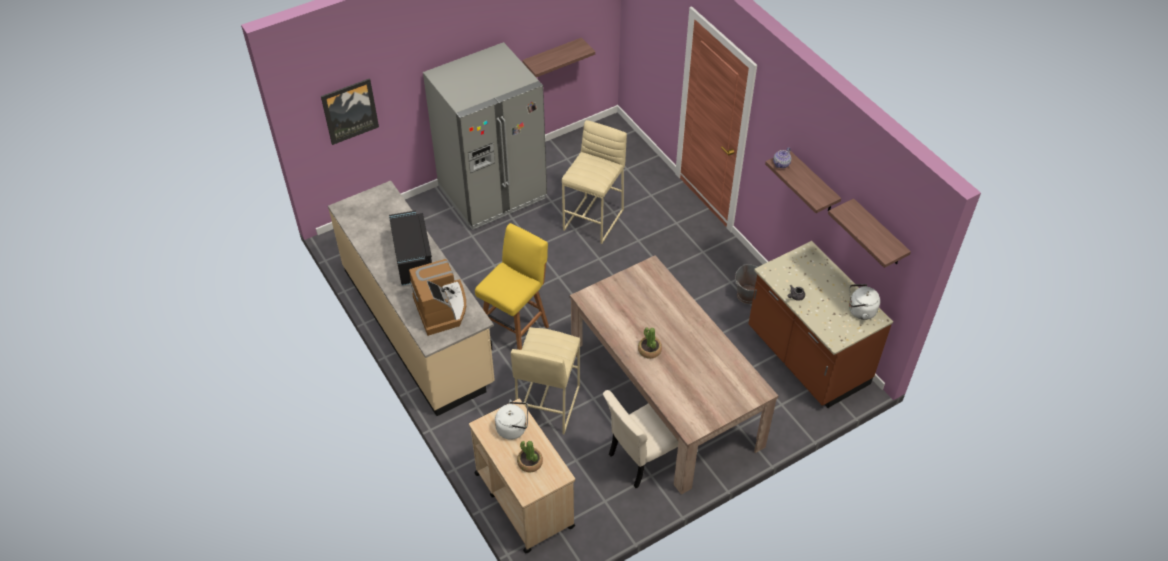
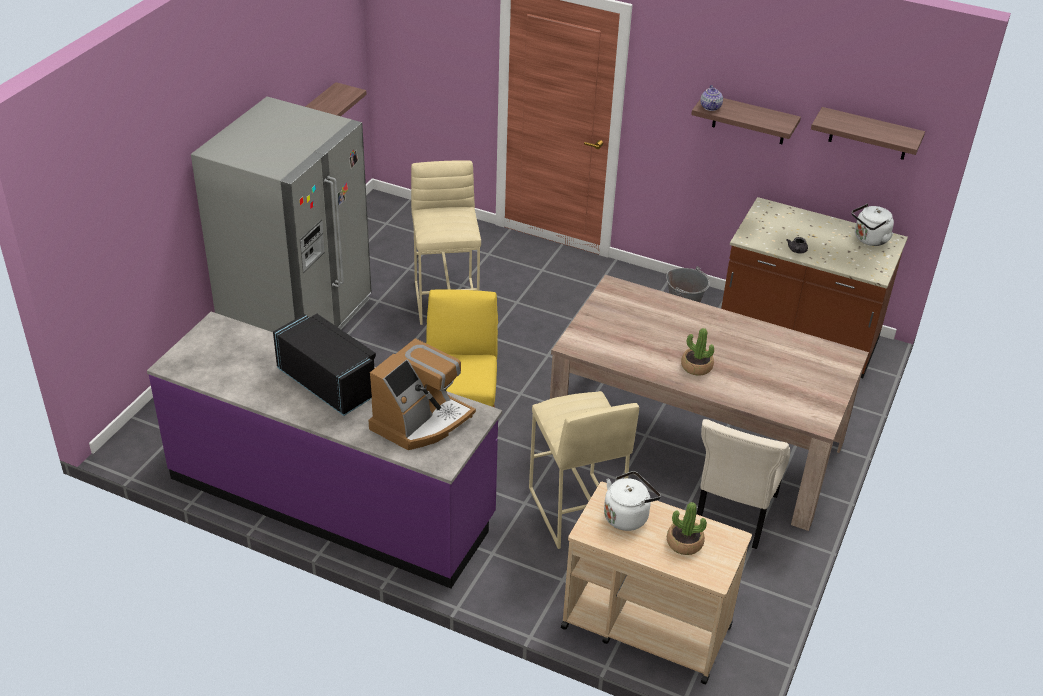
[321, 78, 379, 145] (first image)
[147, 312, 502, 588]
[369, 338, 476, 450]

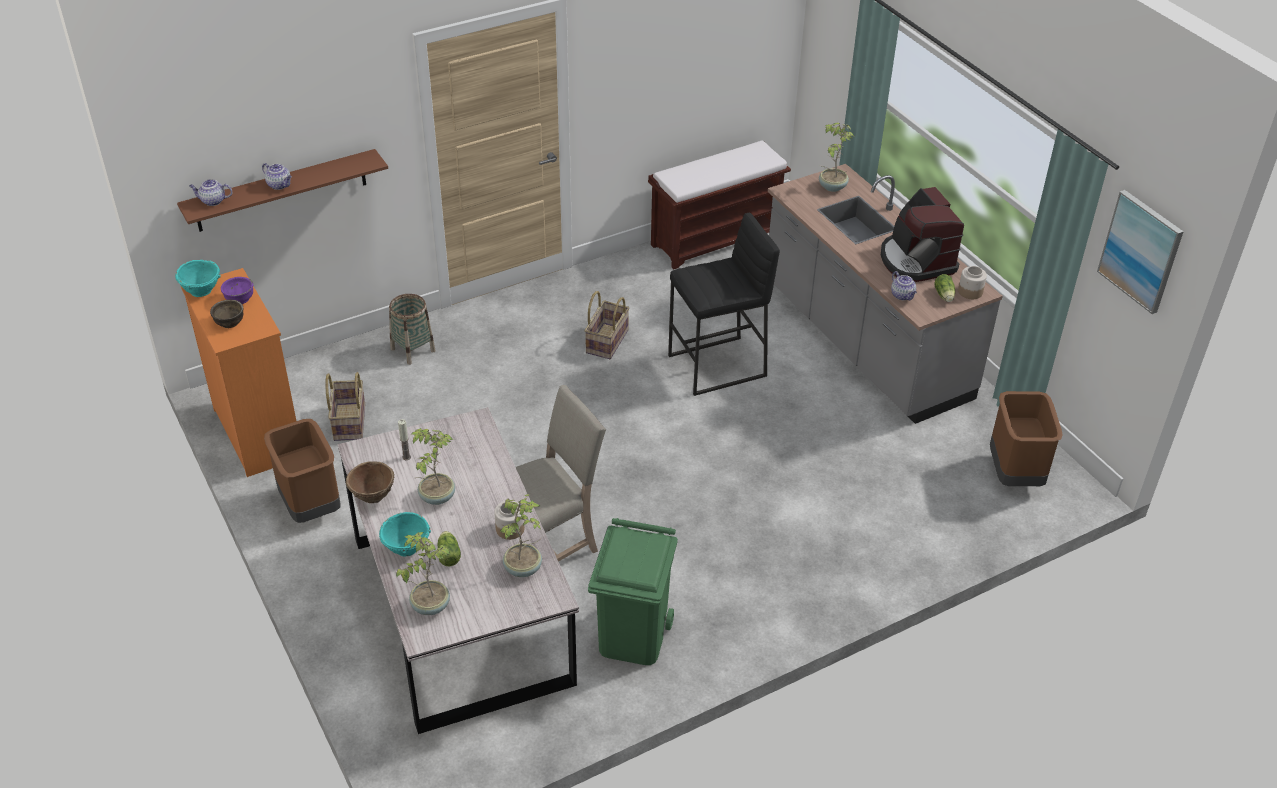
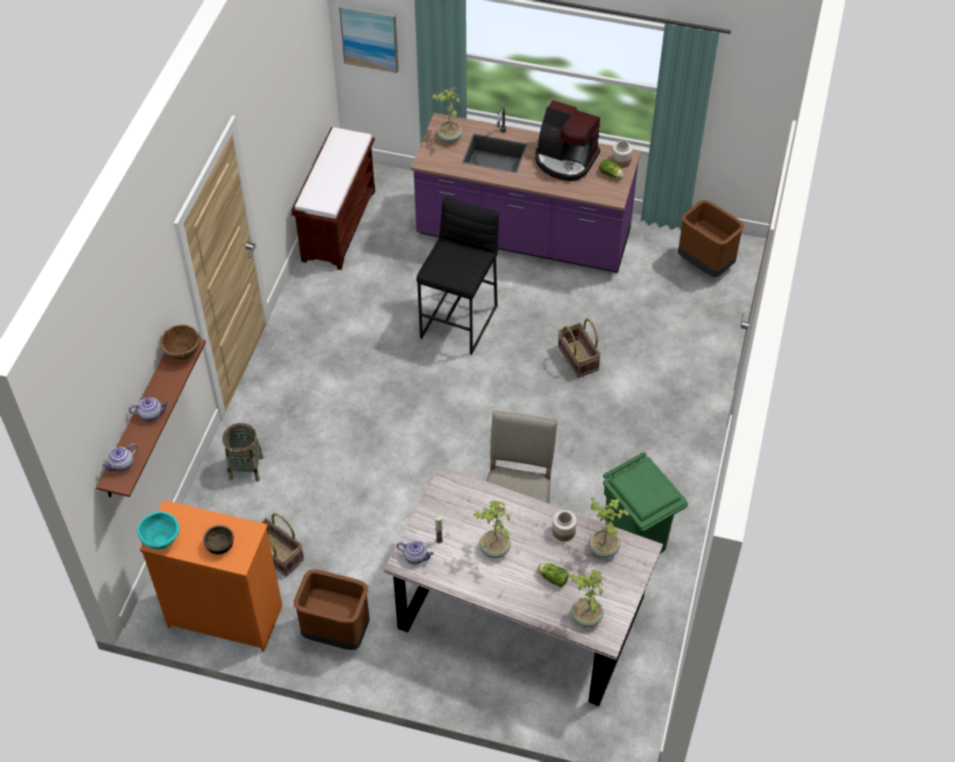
[221, 277, 253, 304] (first image)
[160, 324, 201, 360]
[379, 512, 431, 556] (first image)
[558, 318, 601, 378]
[411, 107, 641, 273]
[397, 540, 434, 564]
[339, 5, 399, 73]

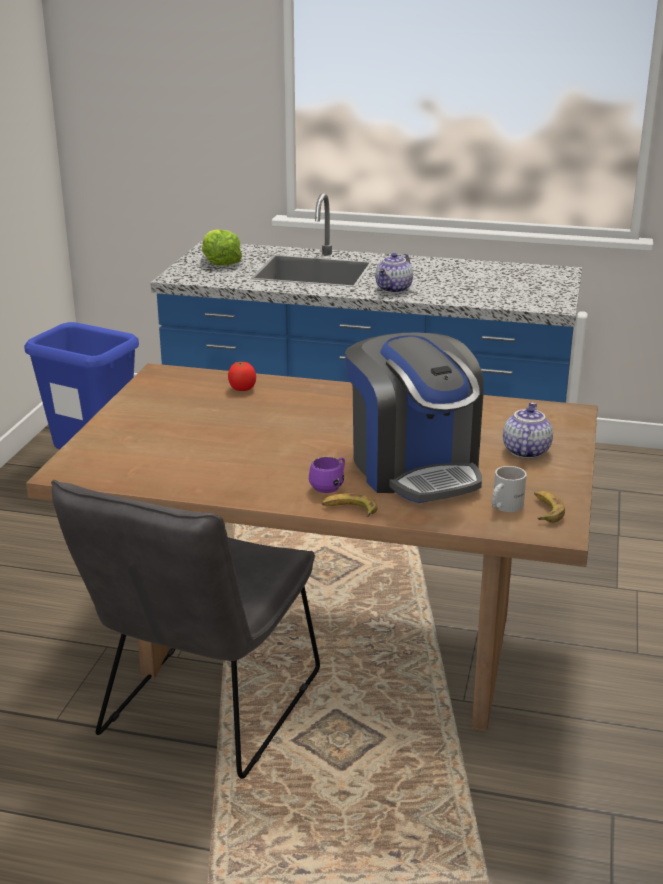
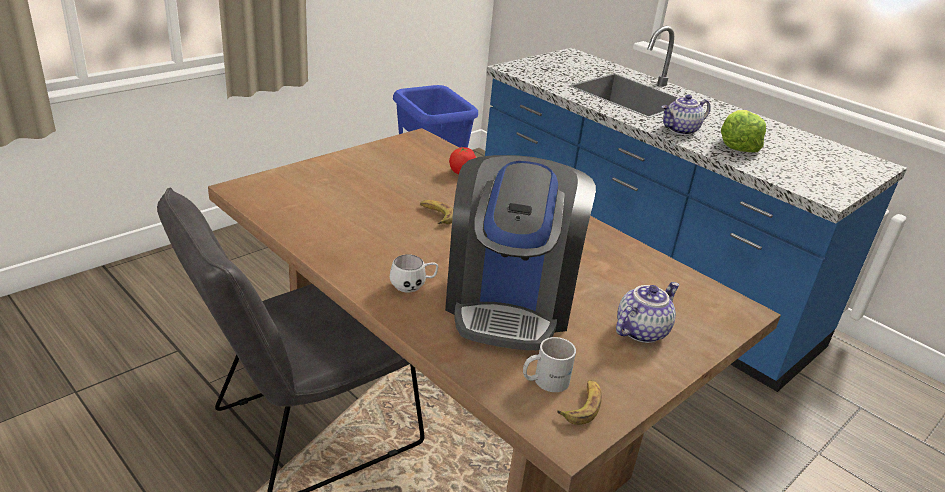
[721, 110, 766, 152]
[390, 254, 438, 293]
[420, 200, 453, 224]

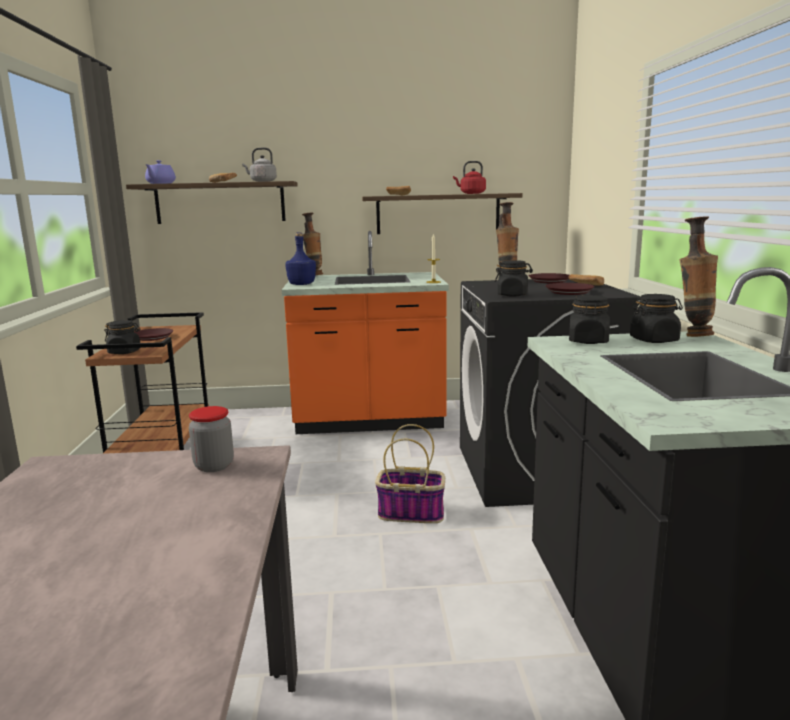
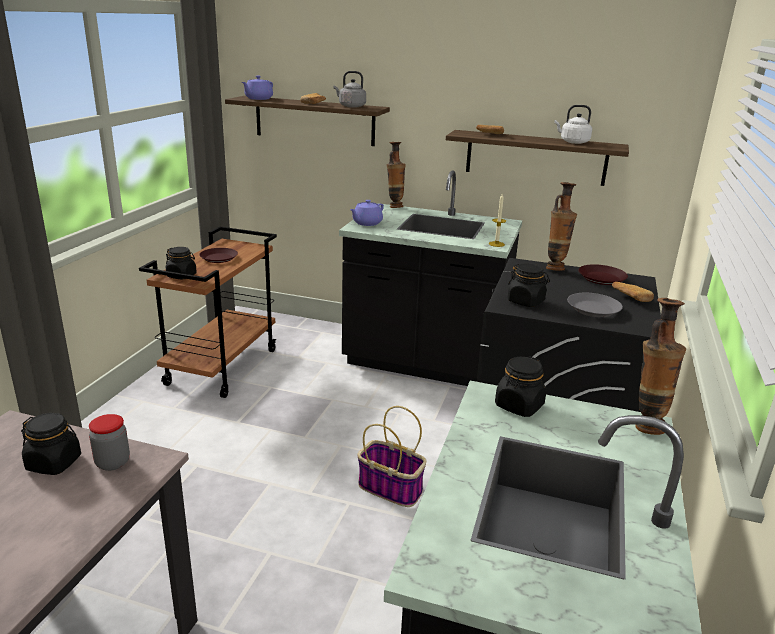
[339, 170, 522, 386]
[350, 200, 384, 226]
[554, 105, 592, 144]
[567, 293, 623, 317]
[21, 413, 81, 475]

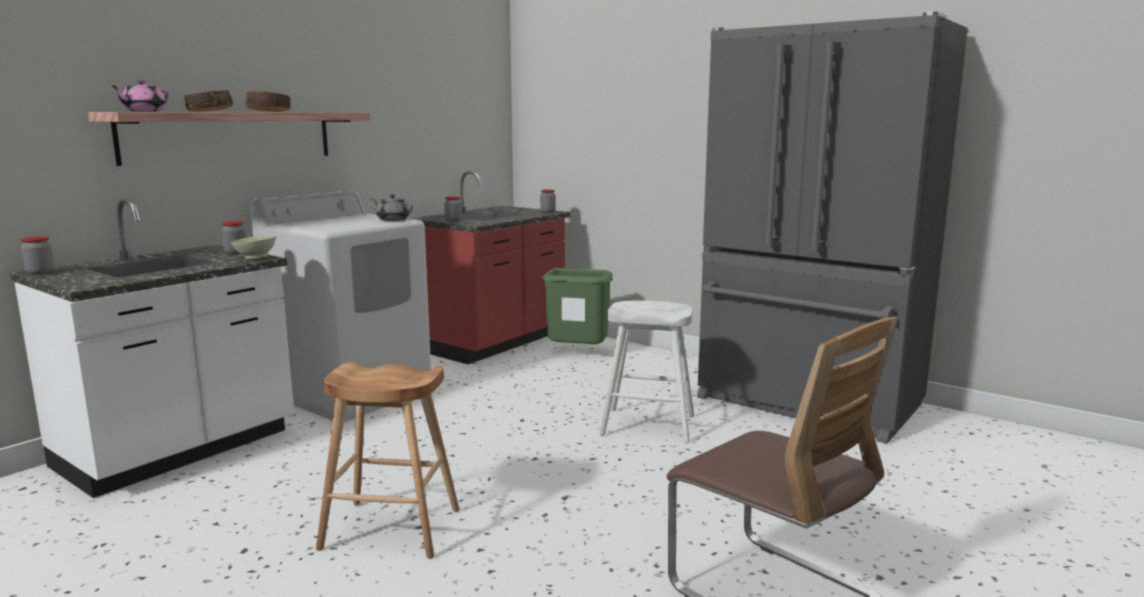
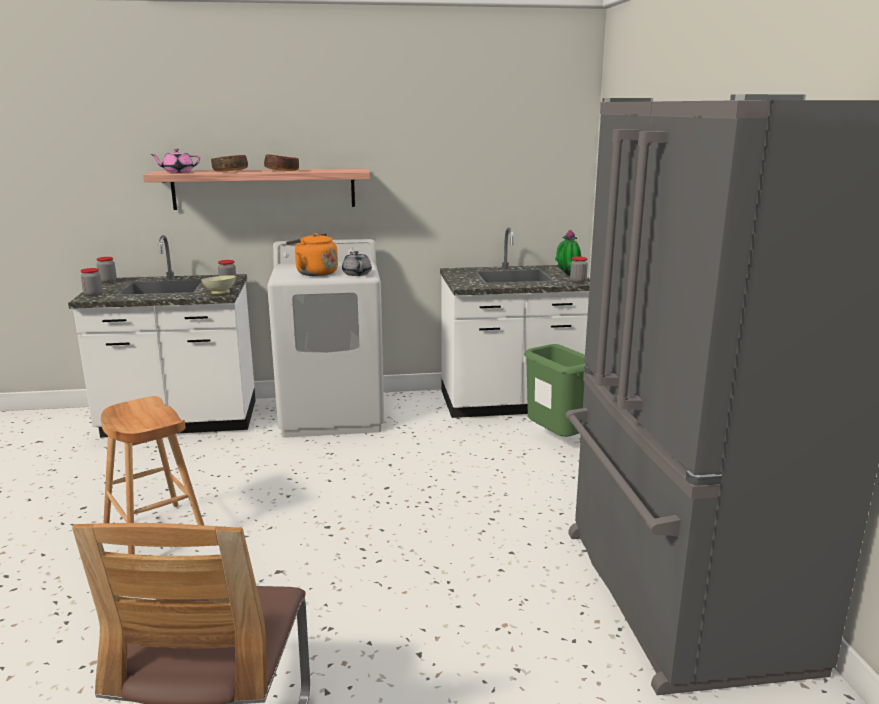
[440, 228, 590, 418]
[81, 268, 102, 296]
[599, 300, 694, 443] (first image)
[286, 233, 338, 276]
[555, 230, 581, 276]

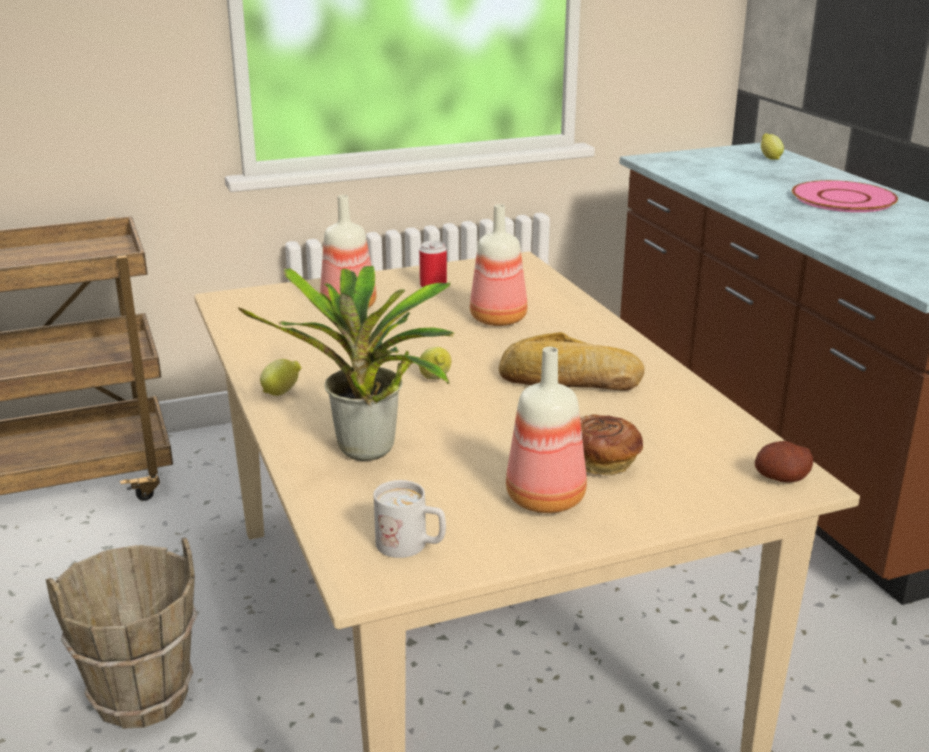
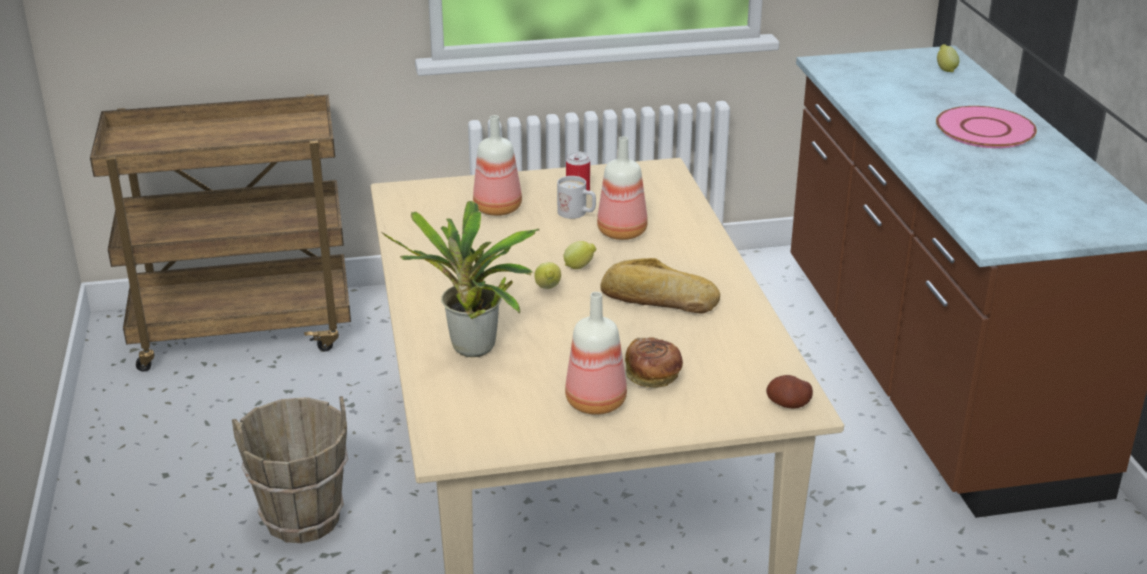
[564, 241, 596, 269]
[557, 176, 596, 219]

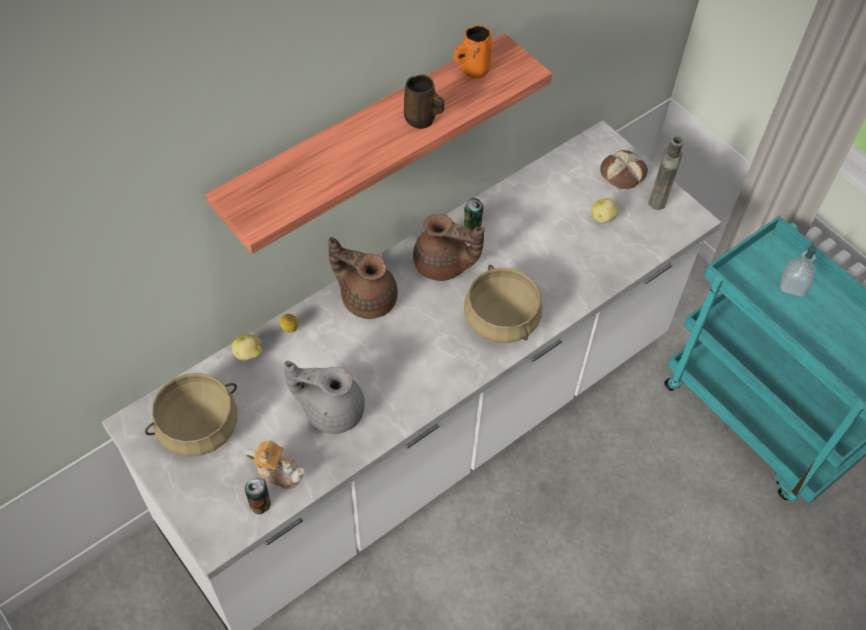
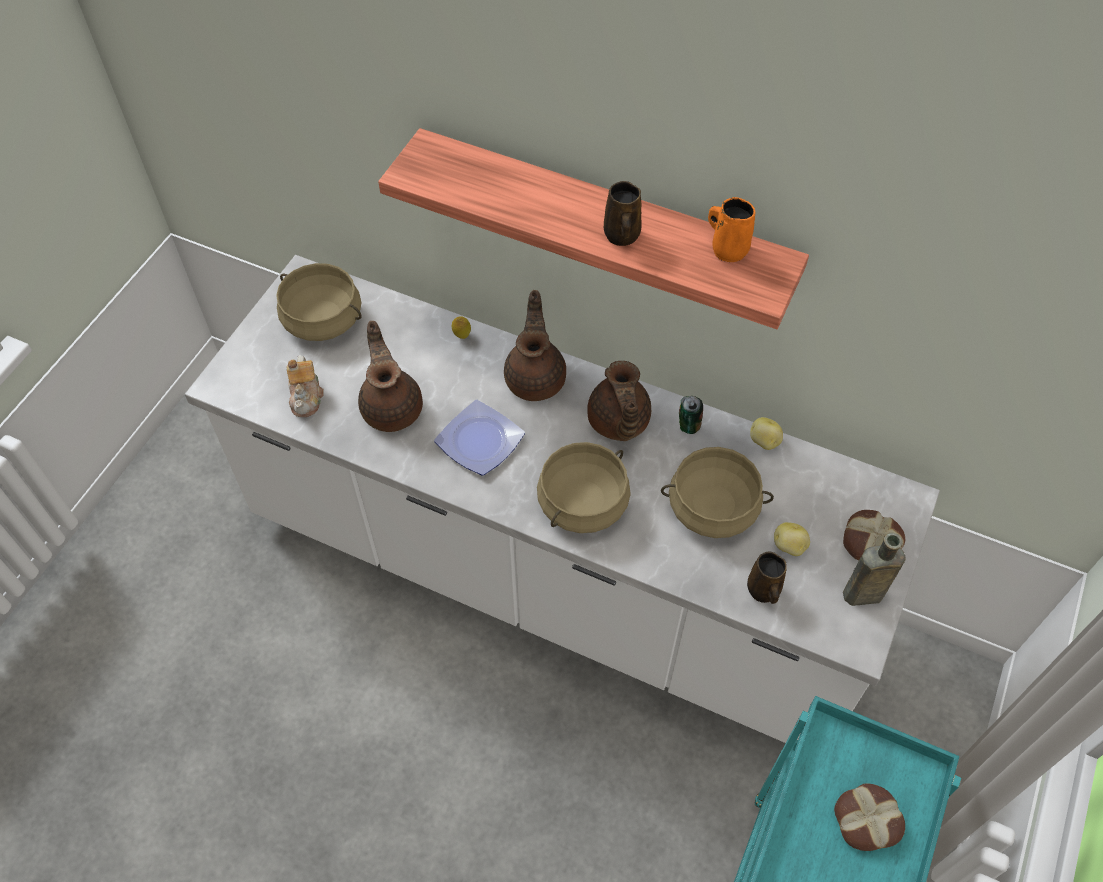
[750, 417, 783, 450]
[245, 477, 271, 514] (first image)
[358, 321, 423, 432]
[834, 783, 905, 851]
[434, 400, 525, 475]
[661, 447, 774, 538]
[747, 552, 787, 604]

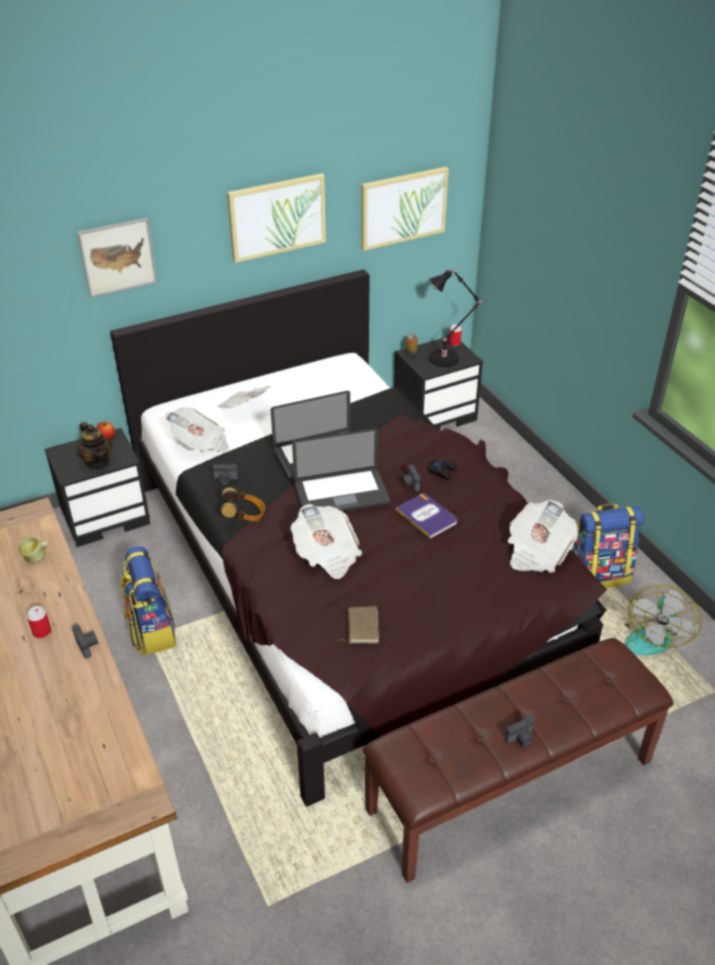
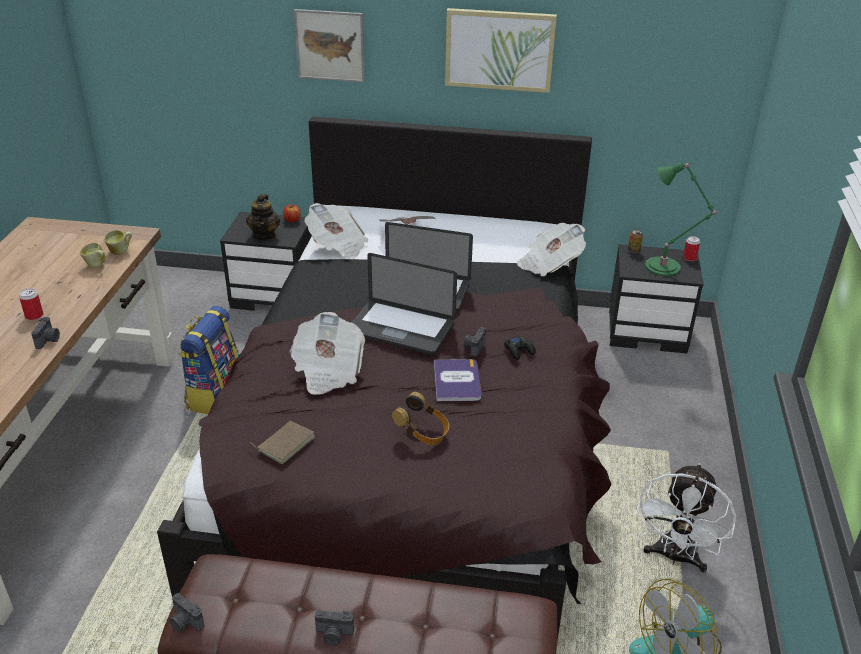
[169, 593, 205, 632]
[392, 392, 449, 445]
[361, 167, 449, 251] (first image)
[645, 163, 717, 276]
[517, 223, 586, 277]
[636, 463, 736, 573]
[104, 230, 132, 255]

